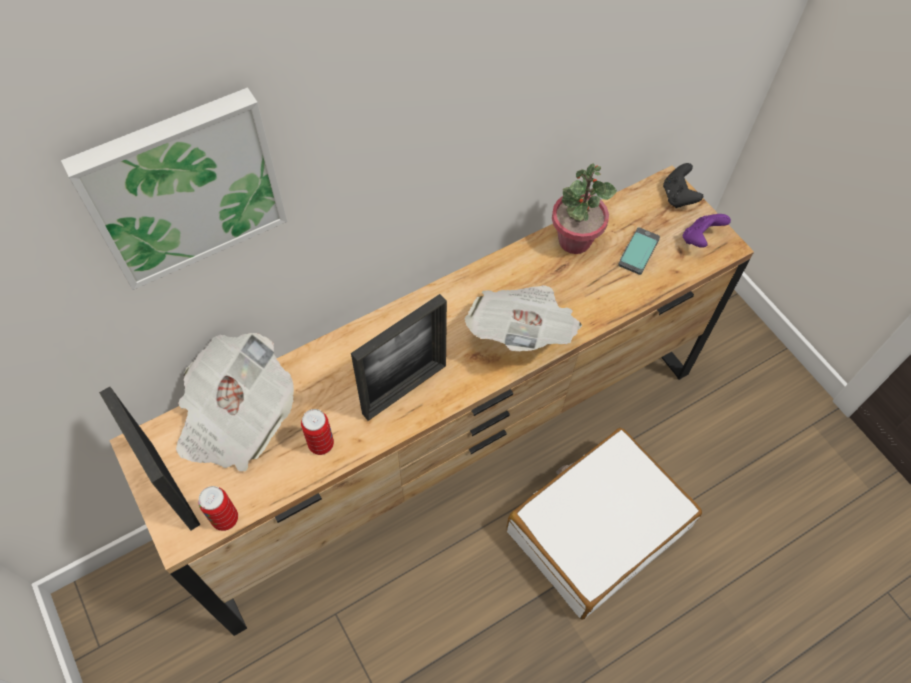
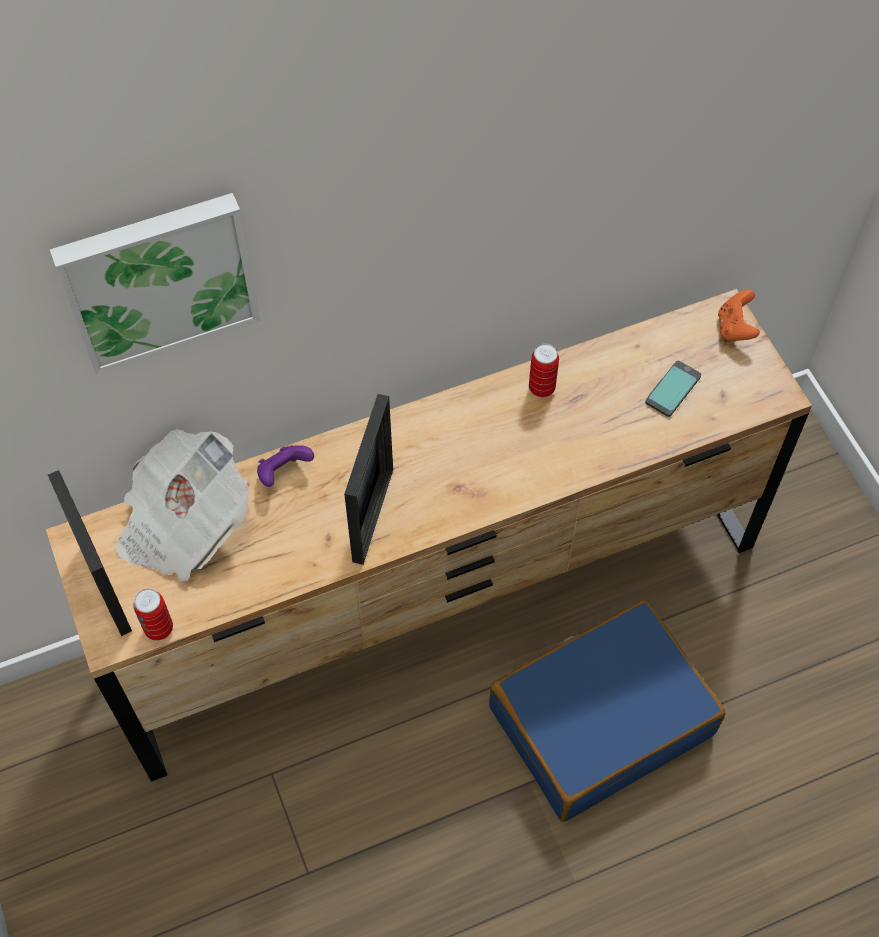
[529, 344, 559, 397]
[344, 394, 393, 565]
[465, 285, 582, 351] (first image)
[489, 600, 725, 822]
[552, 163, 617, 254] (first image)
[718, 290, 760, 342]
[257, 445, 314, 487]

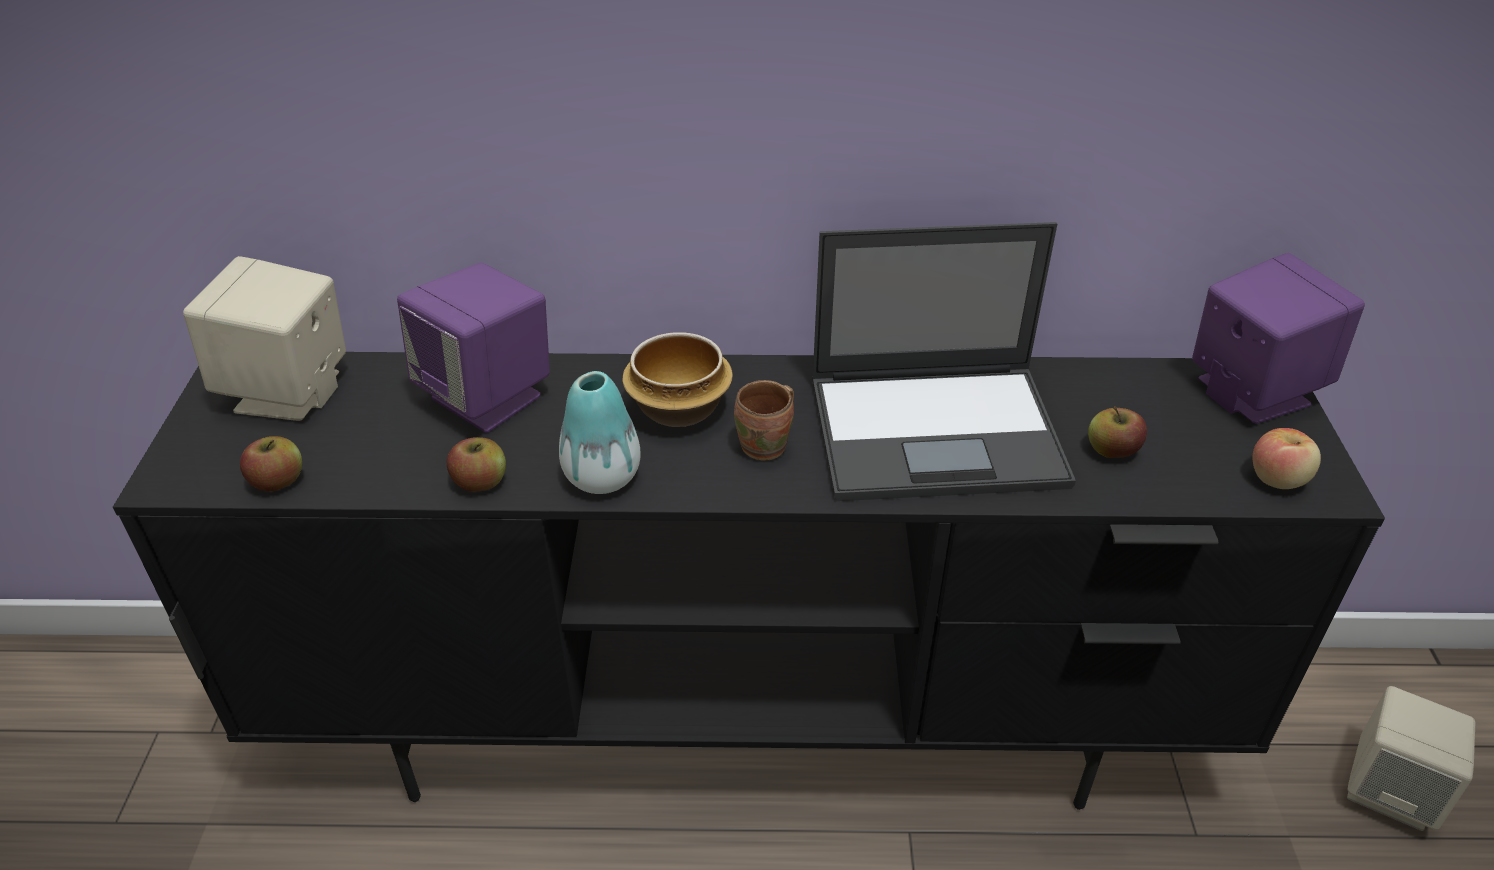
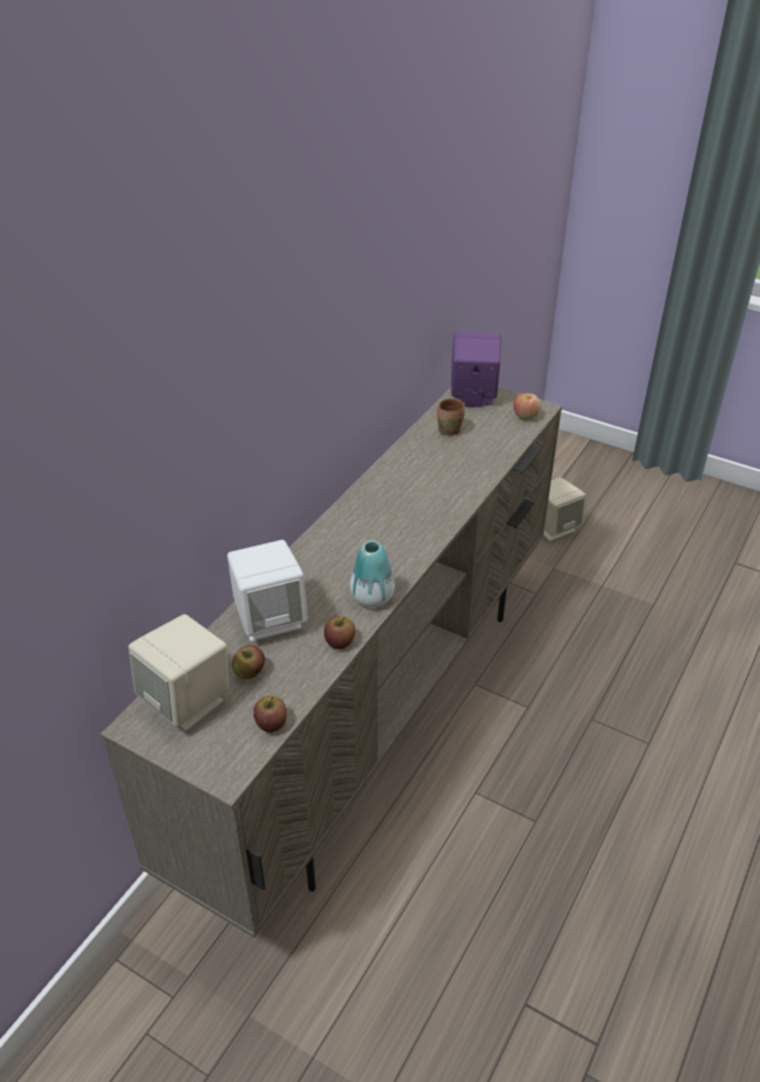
[101, 387, 562, 938]
[227, 540, 308, 642]
[622, 332, 733, 427] (first image)
[437, 398, 465, 436]
[812, 222, 1076, 501] (first image)
[232, 645, 265, 679]

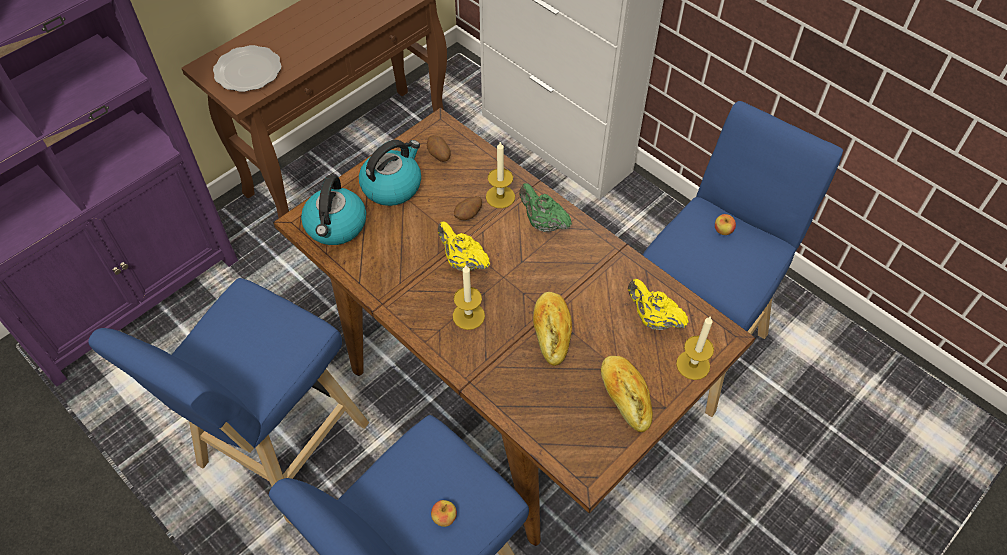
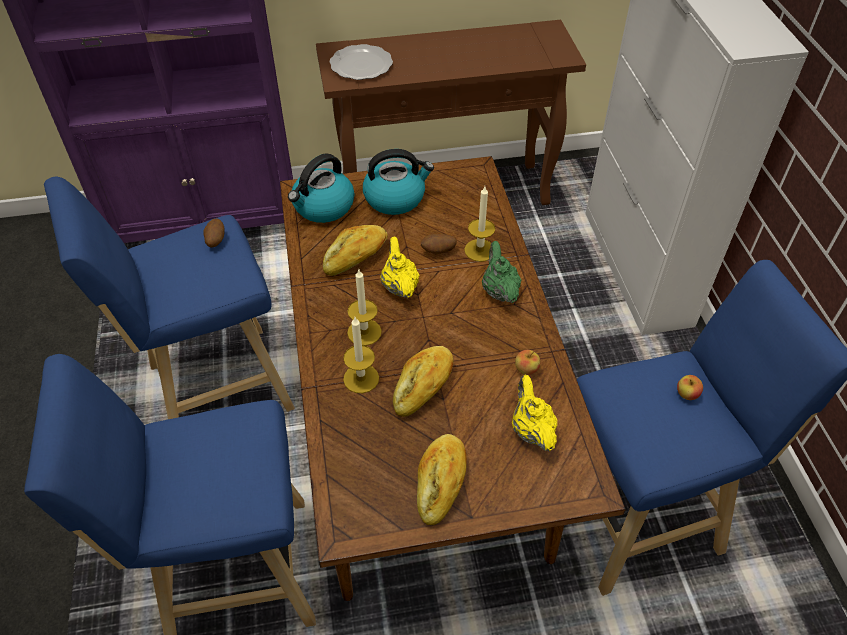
[204, 218, 224, 247]
[515, 350, 540, 375]
[343, 317, 379, 393]
[323, 225, 388, 276]

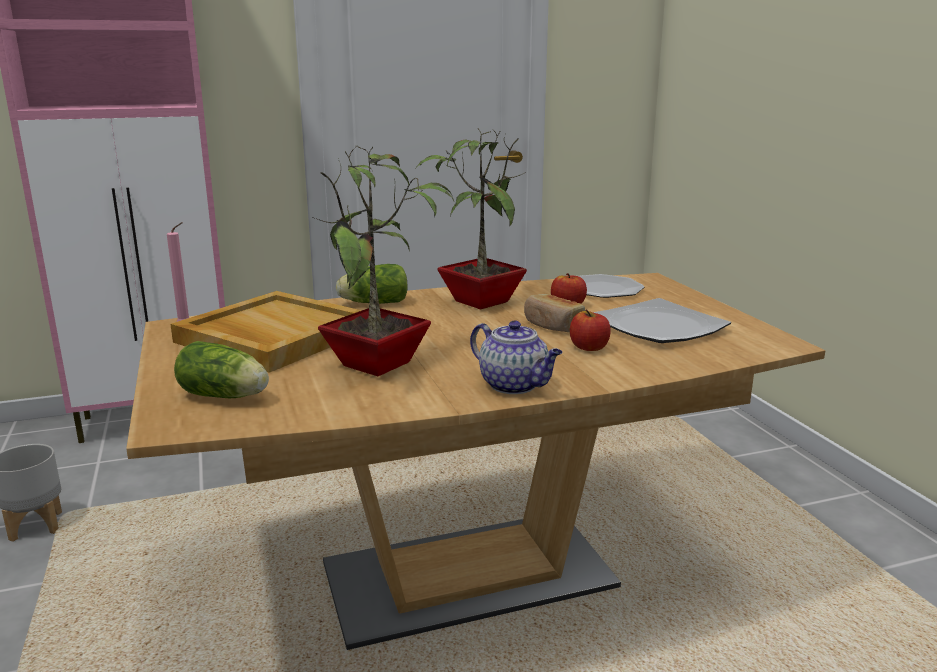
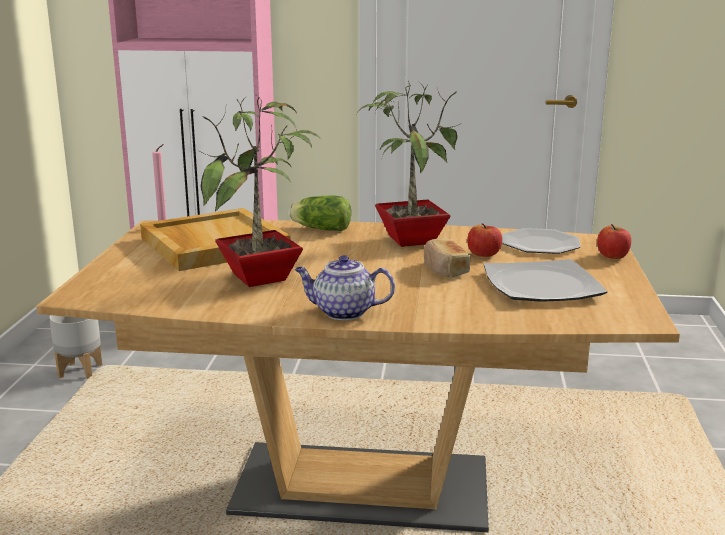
[174, 341, 269, 398] (first image)
[294, 255, 395, 320]
[597, 224, 631, 259]

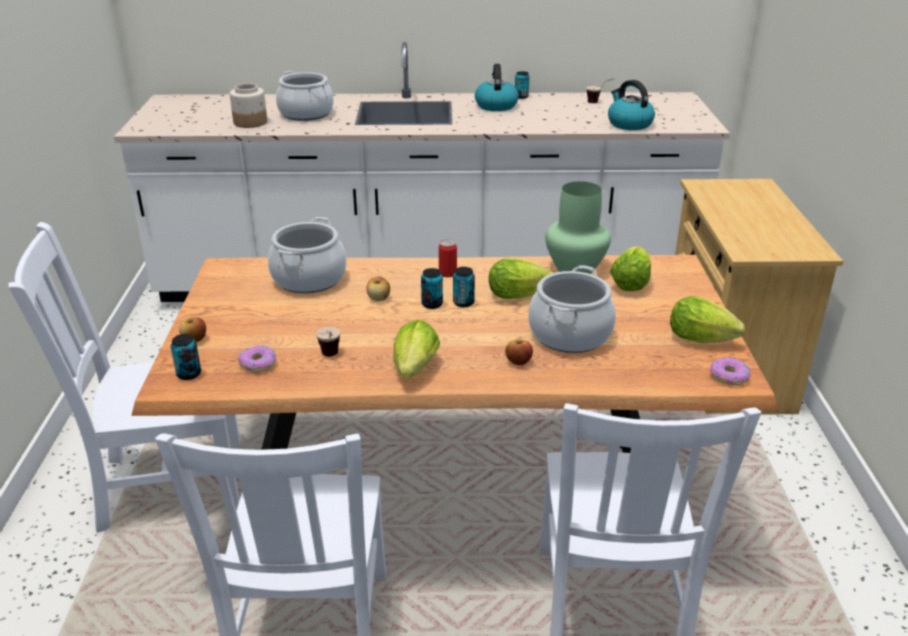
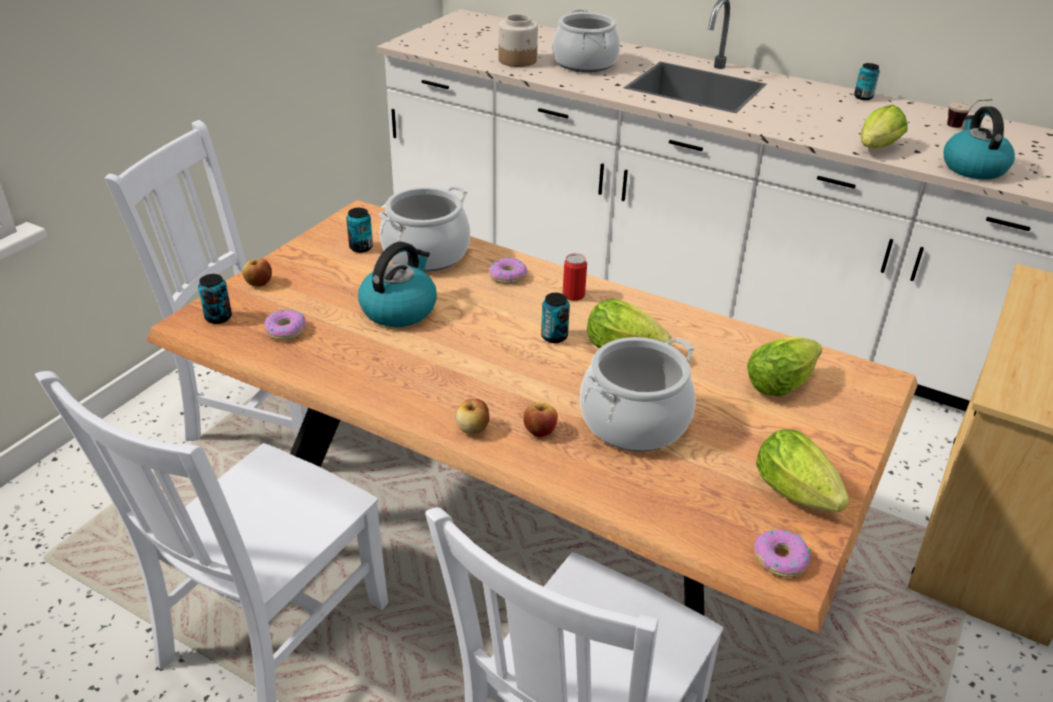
[316, 327, 340, 357] (first image)
[455, 399, 490, 434]
[860, 105, 908, 149]
[346, 208, 373, 253]
[358, 242, 437, 327]
[545, 181, 611, 274] (first image)
[489, 257, 528, 284]

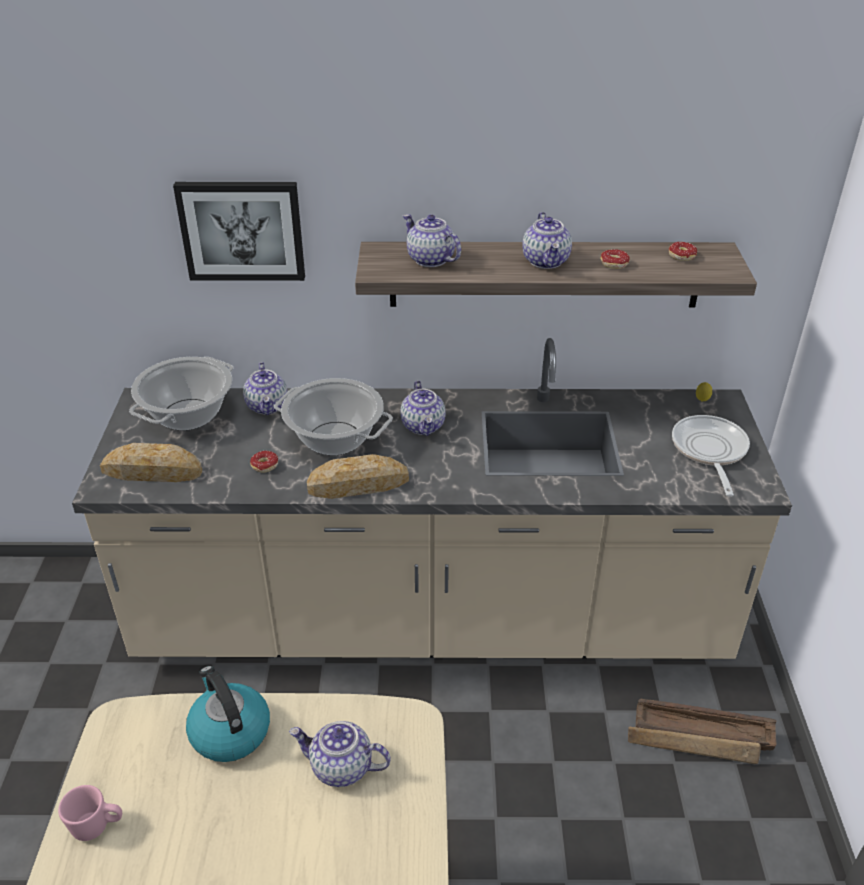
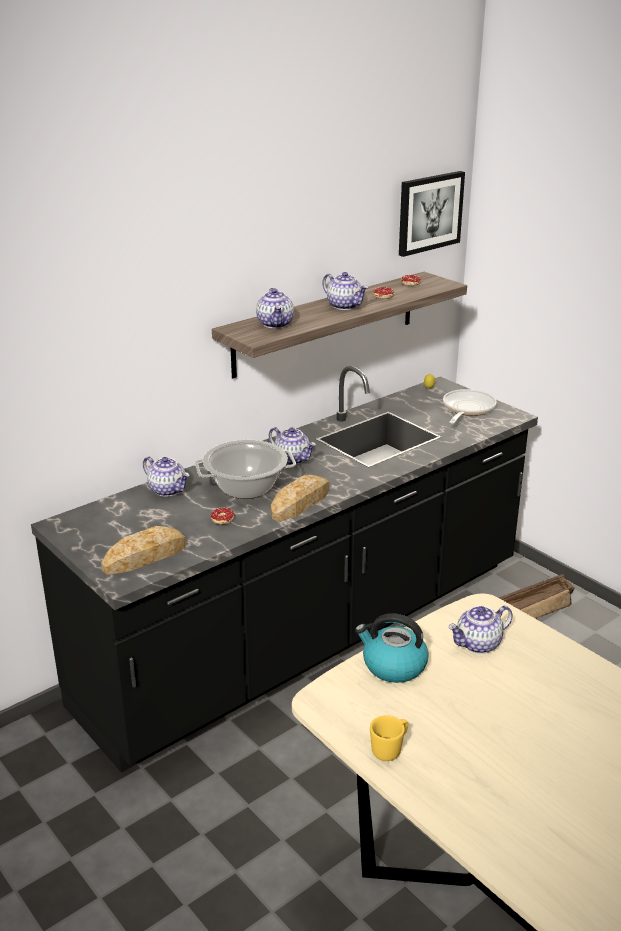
[370, 715, 408, 761]
[31, 366, 538, 773]
[129, 357, 233, 431] (first image)
[399, 171, 465, 257]
[256, 288, 294, 328]
[443, 389, 497, 424]

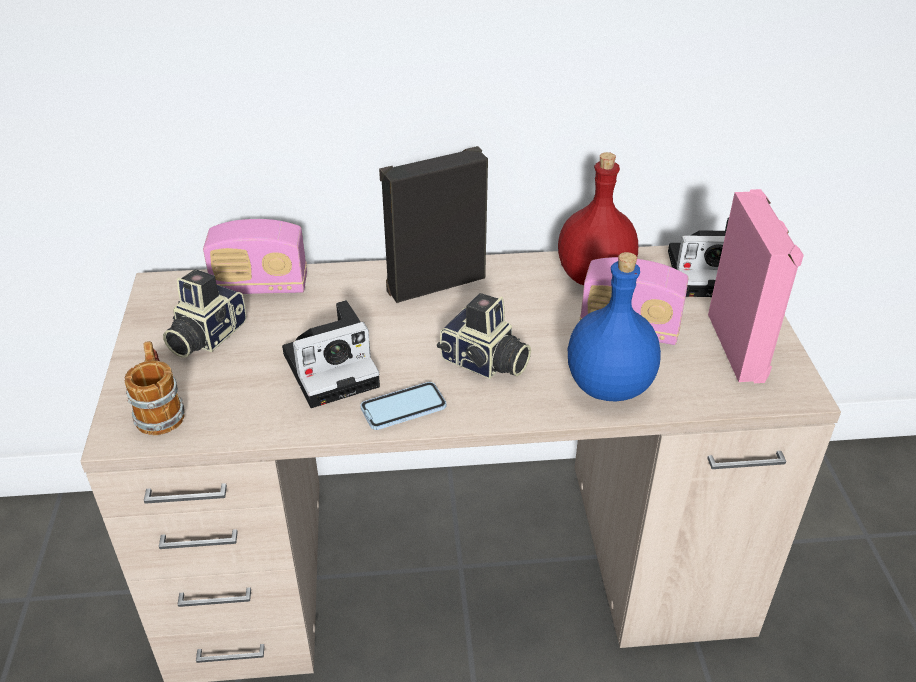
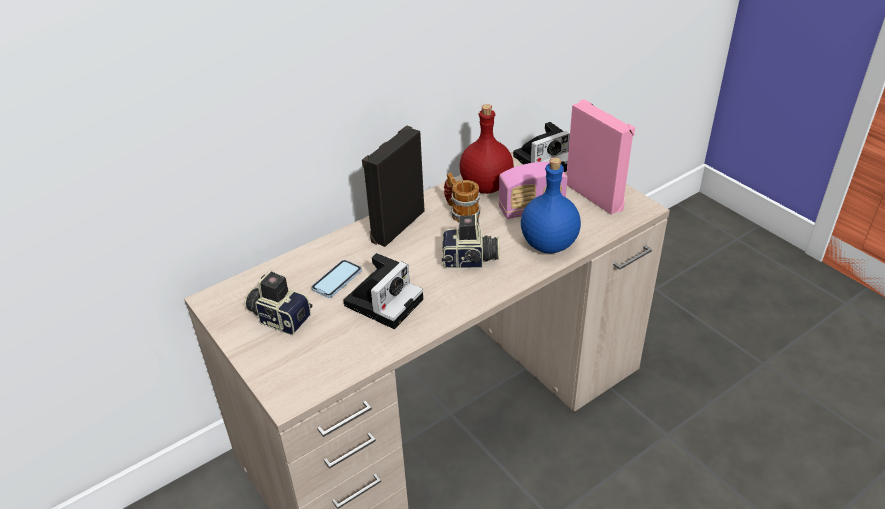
[444, 173, 481, 222]
[245, 270, 312, 335]
[203, 219, 307, 294] (first image)
[311, 260, 362, 298]

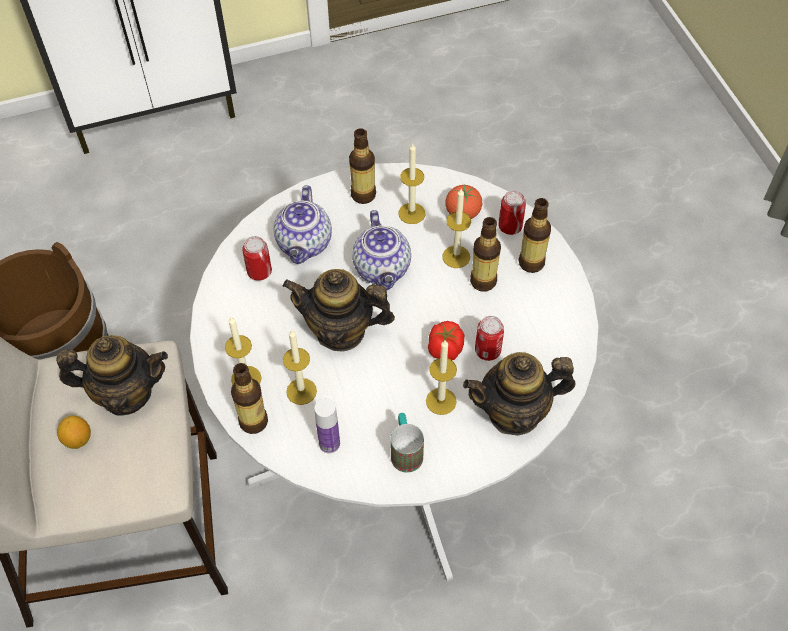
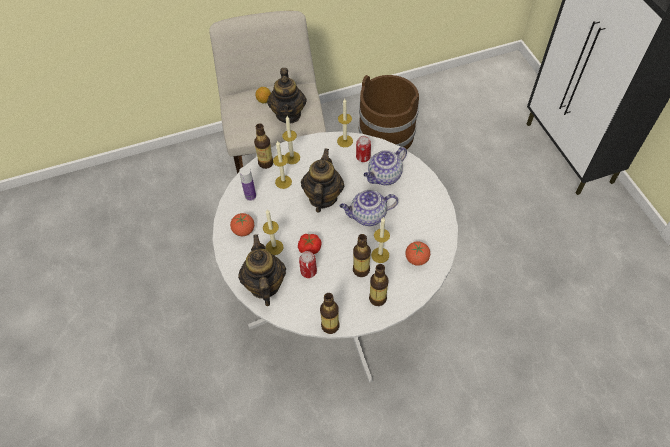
[364, 147, 407, 185]
[320, 293, 339, 334]
[230, 213, 254, 236]
[337, 99, 353, 147]
[498, 191, 526, 235] (first image)

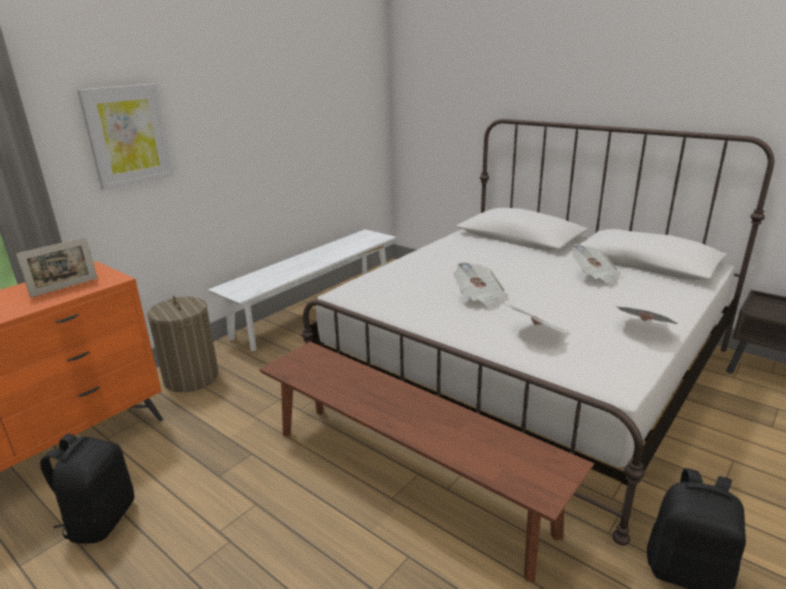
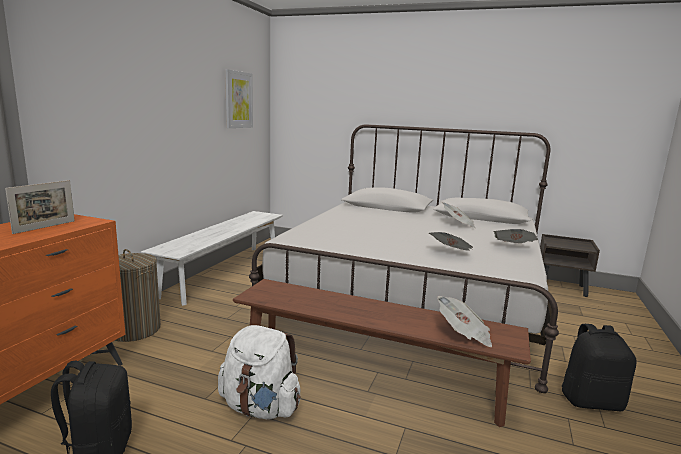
[225, 69, 253, 128]
[437, 296, 492, 347]
[218, 325, 301, 419]

